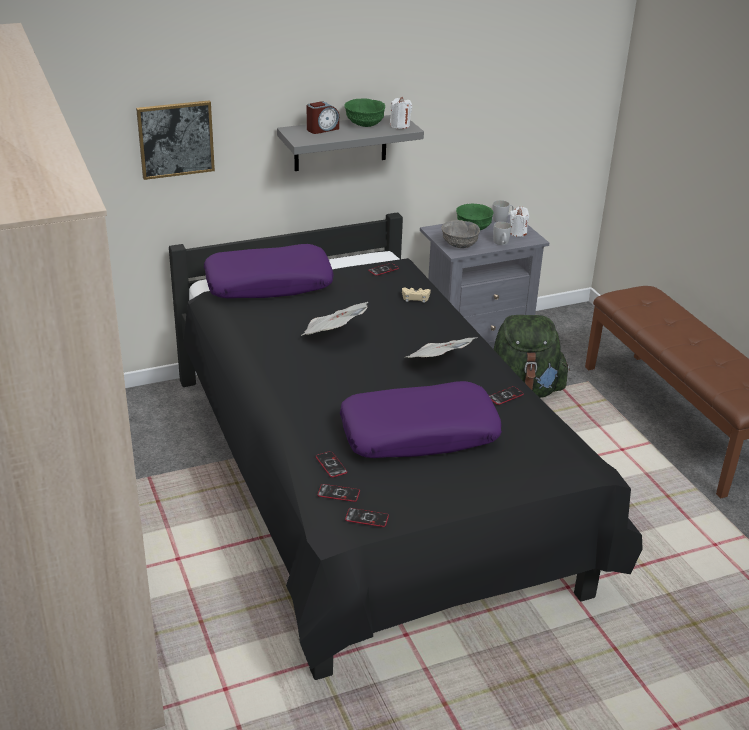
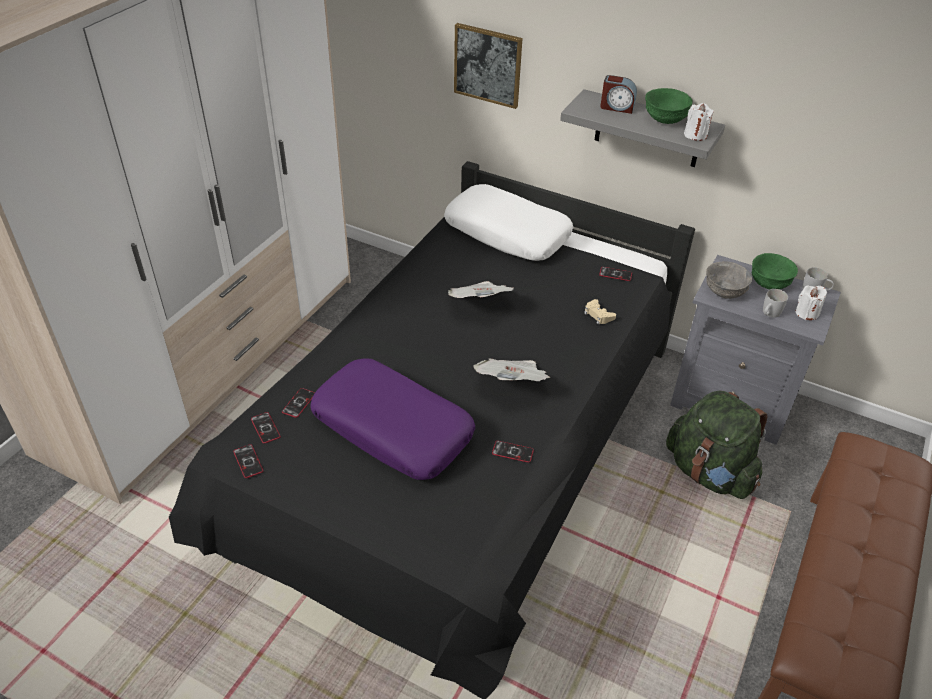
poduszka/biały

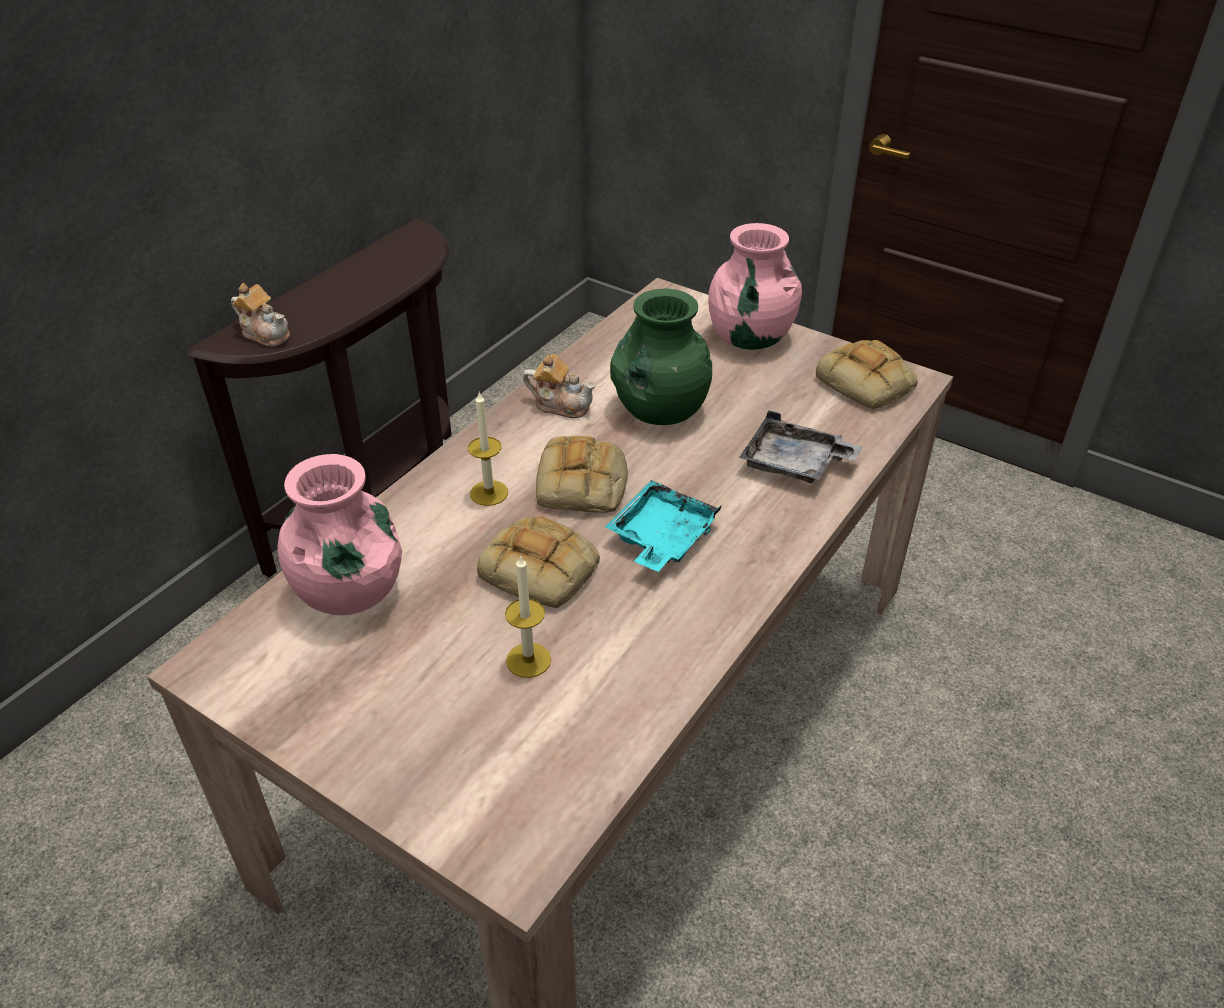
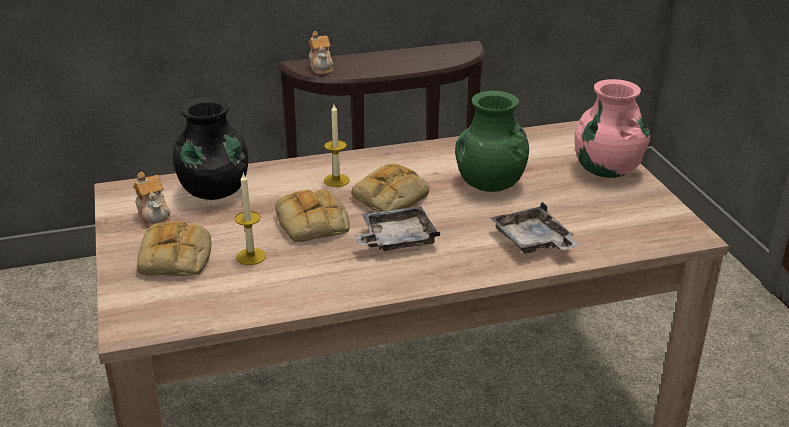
wazon/czarny
imbryk (no. 1 from left)
taca/szary (no. 1 from left)
chleb (no. 1 from left)

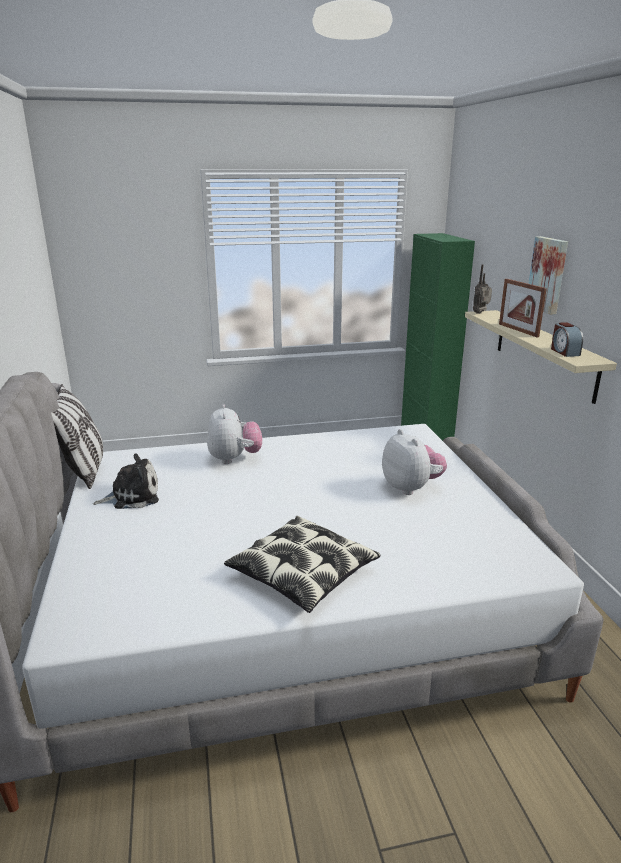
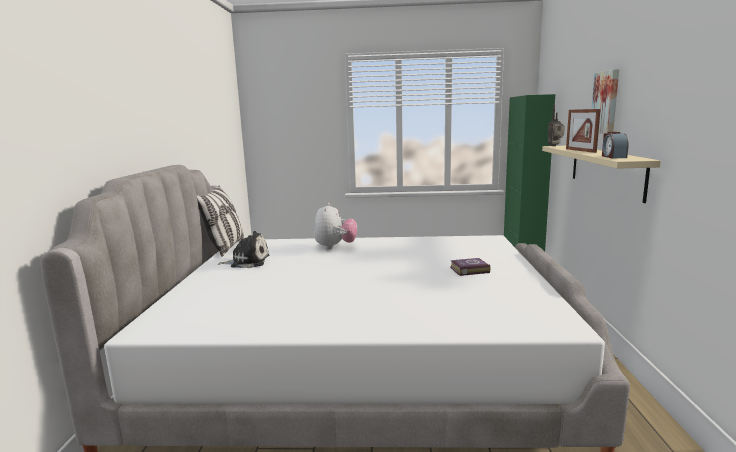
poduszka (no. 2 from left in the first image)
książka

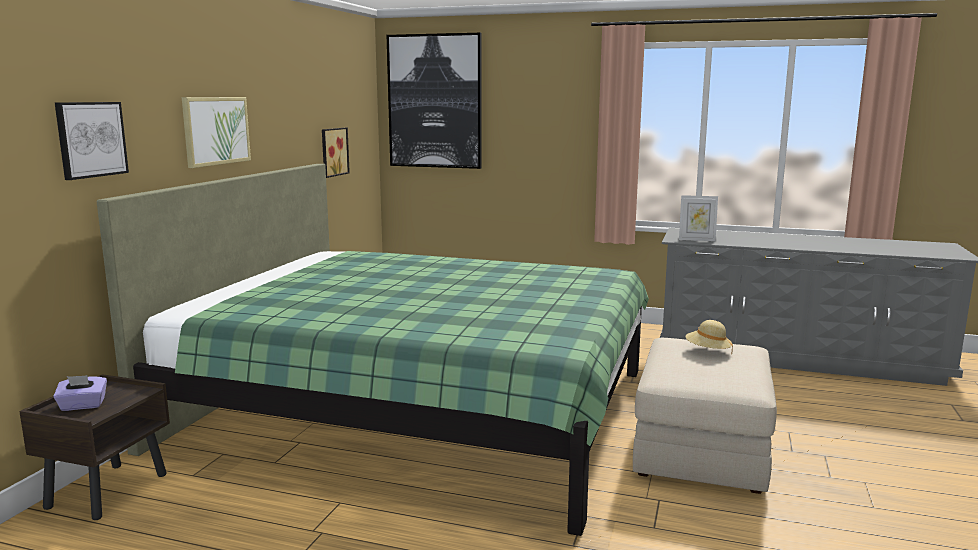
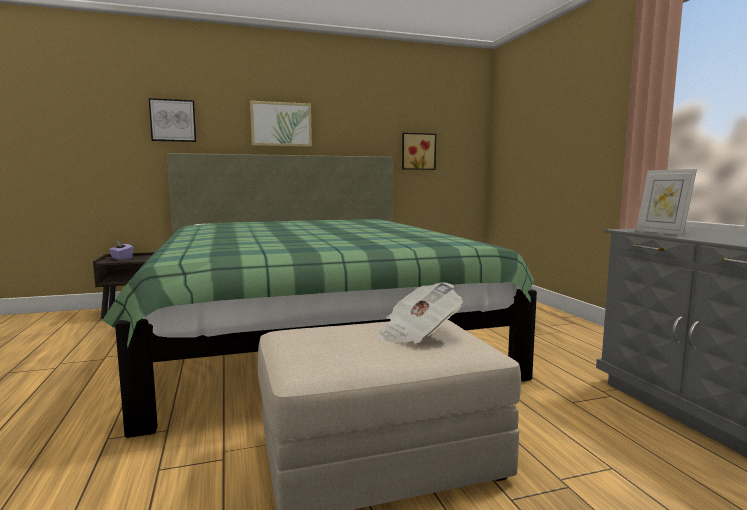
obraz (no. 4 from left in the first image)
gazeta

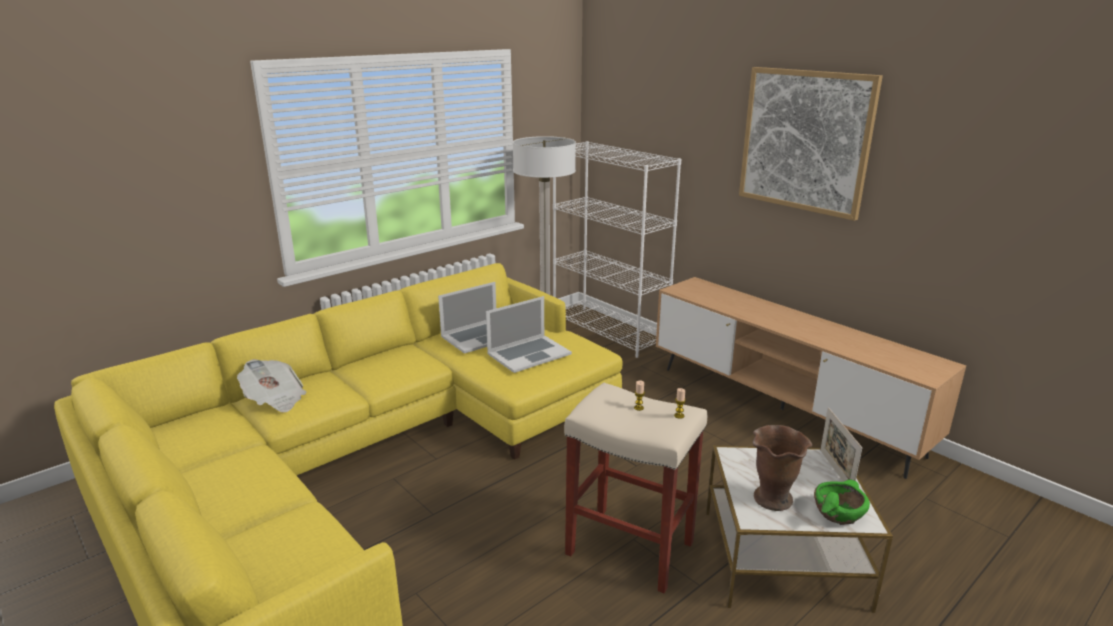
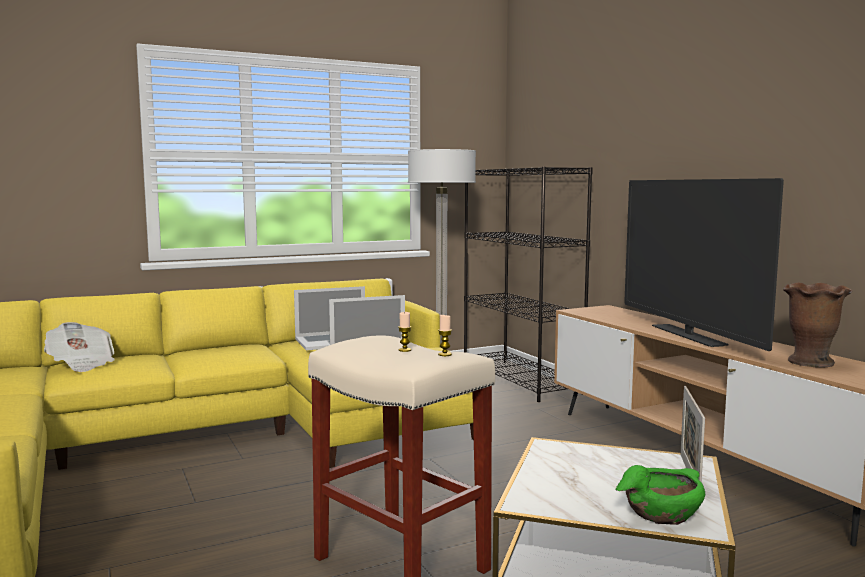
regał/czarny
obraz
wazon/brązowy
telewizor

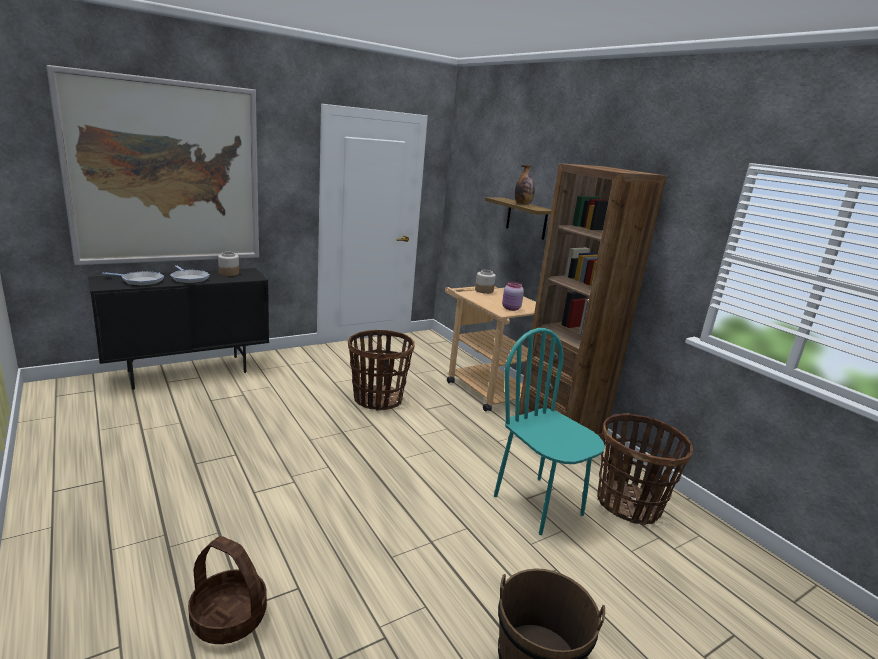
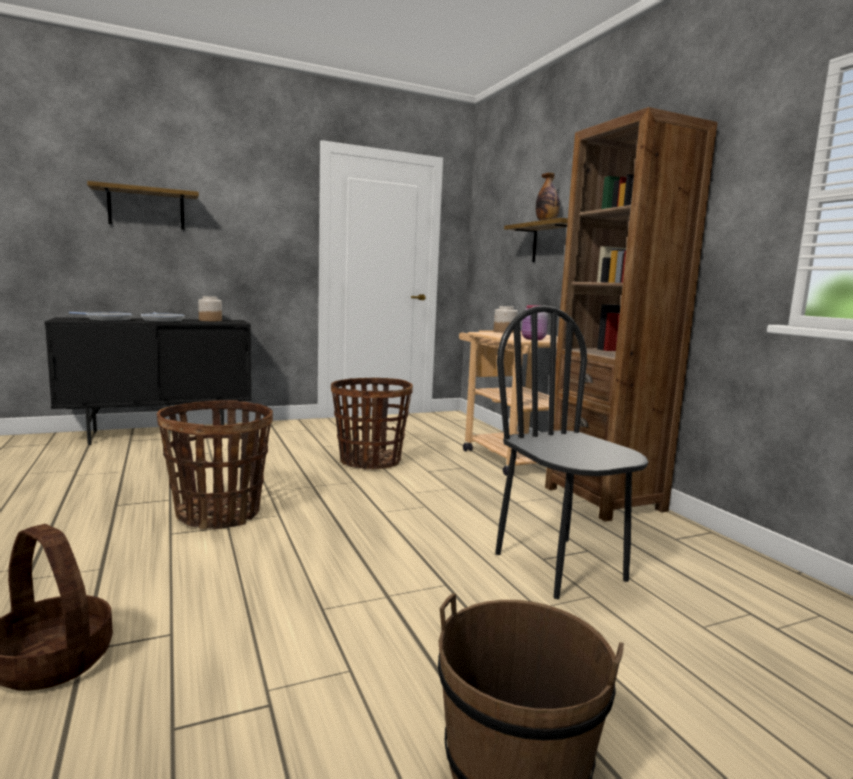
półka (no. 1 from left)
krzesło/czarny
koszyk (no. 2 from left)

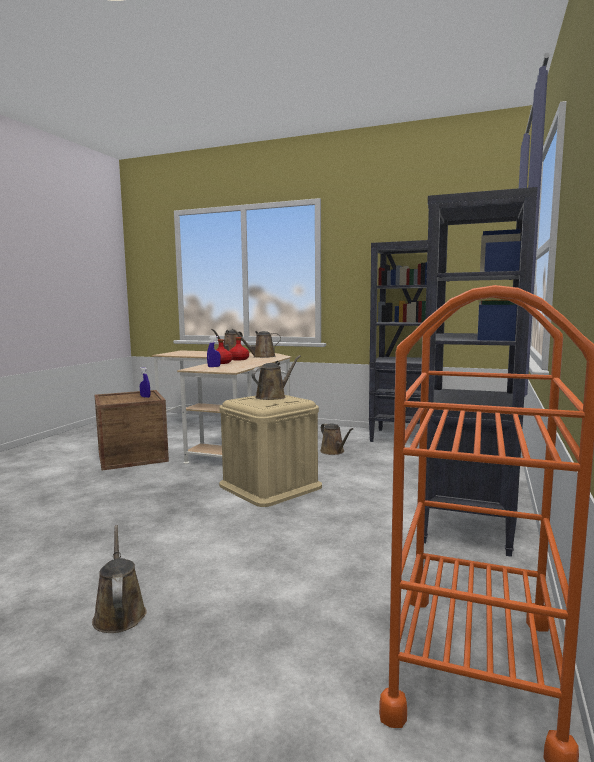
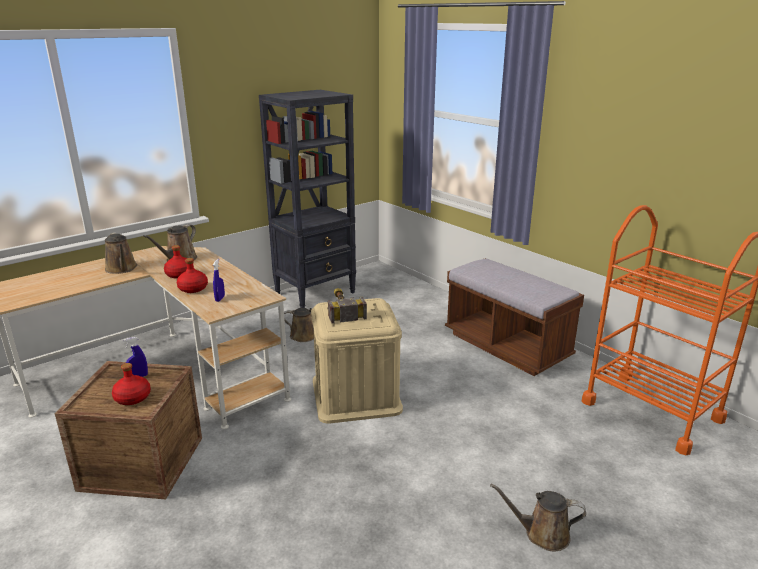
młotek
ławka/brązowy
butelka/czerwony (no. 1 from left)

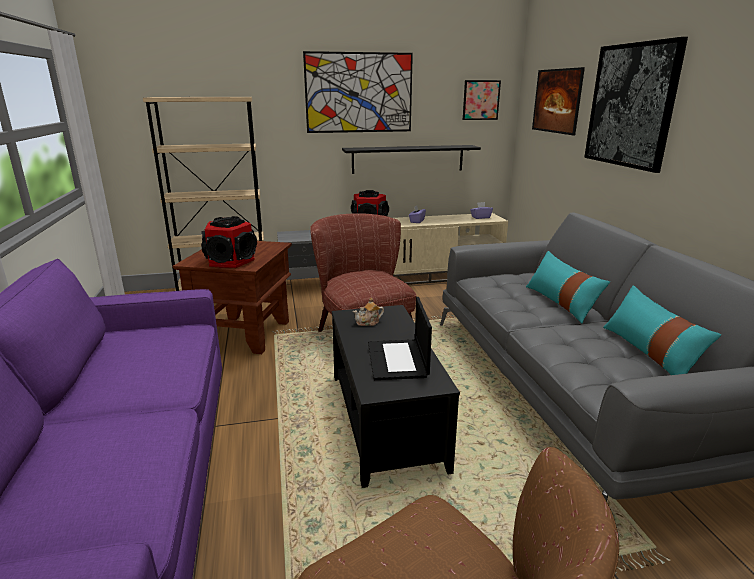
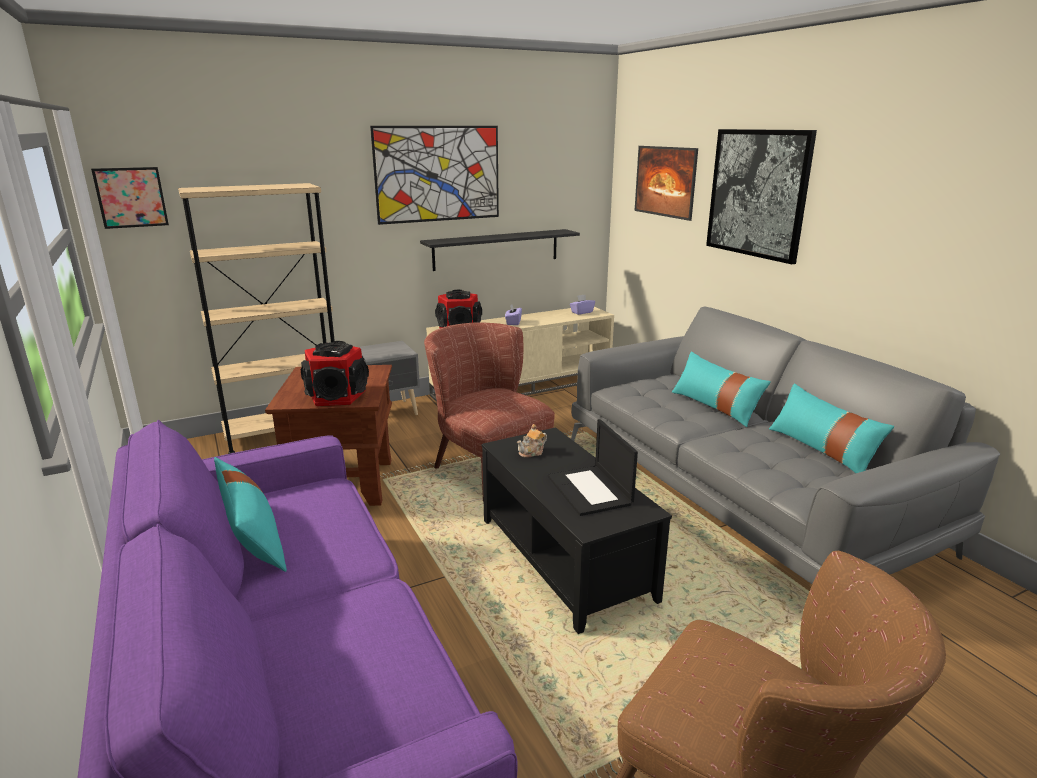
obraz (no. 1 from left)
poduszka/turkusowy (no. 1 from left)

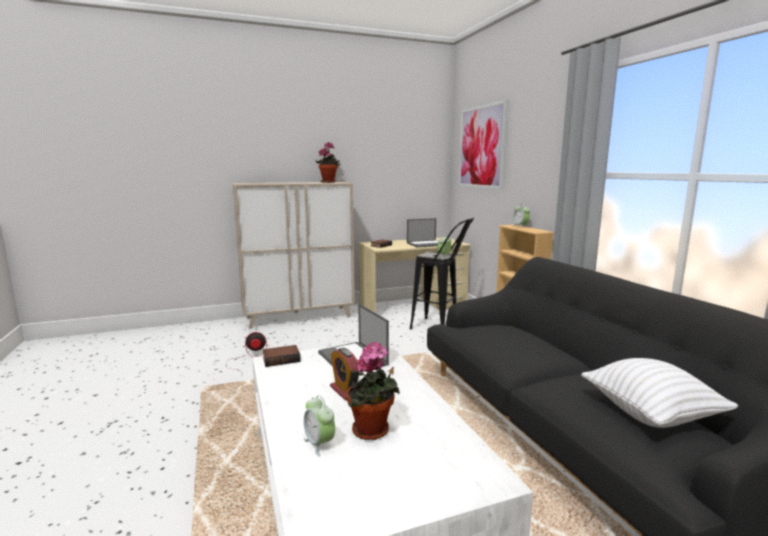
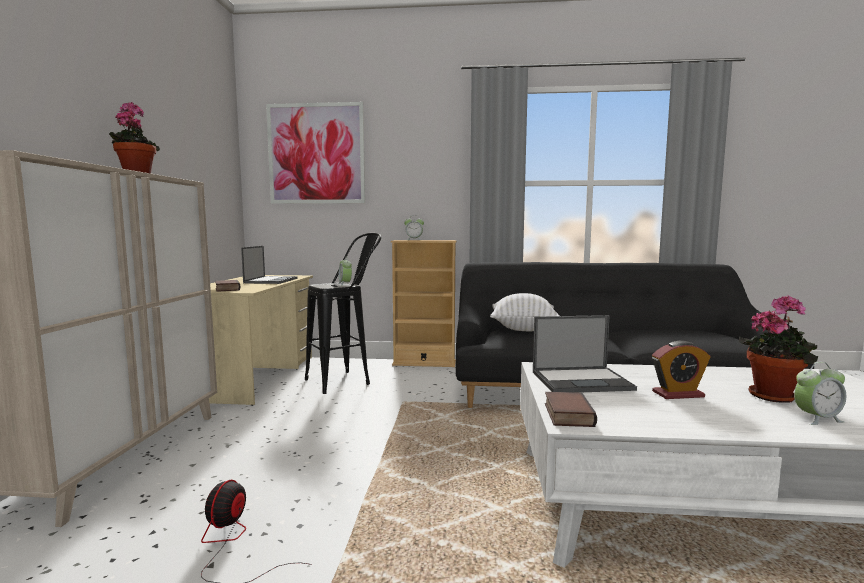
poduszka/biały

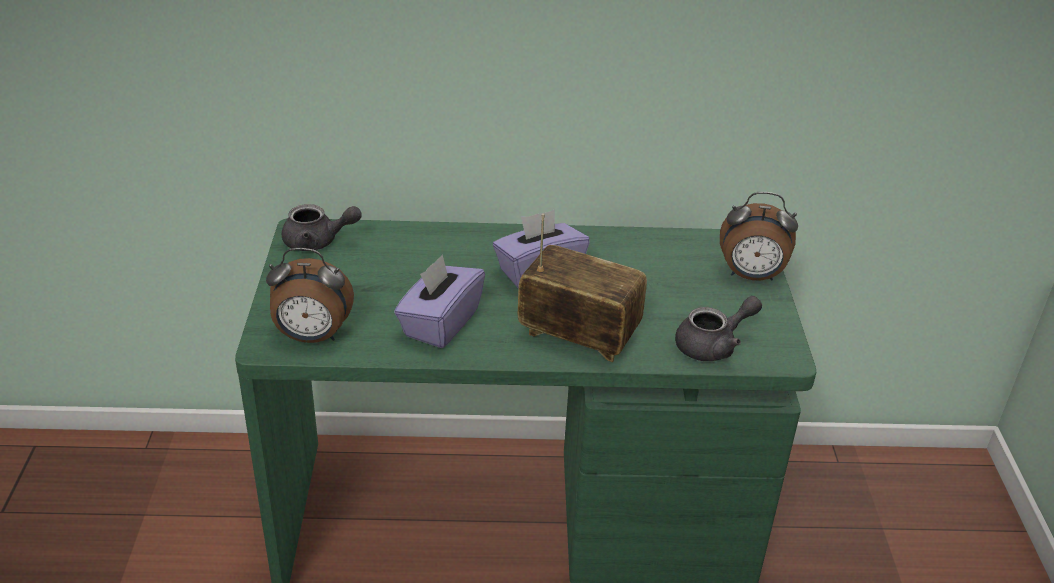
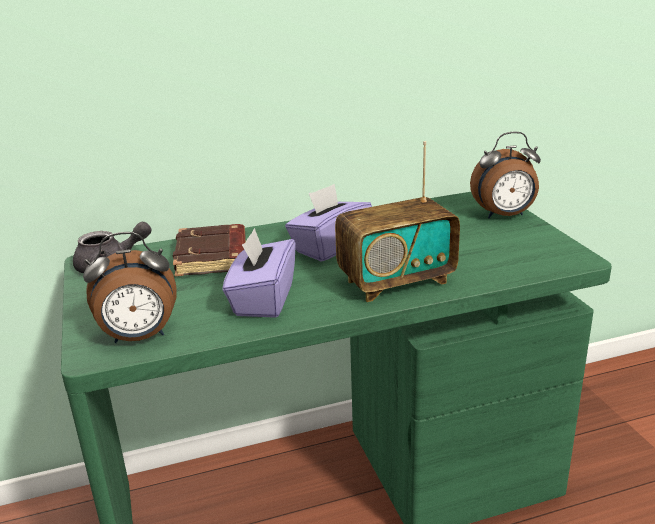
radio
imbryk/szary (no. 2 from left in the first image)
książka/brązowy

